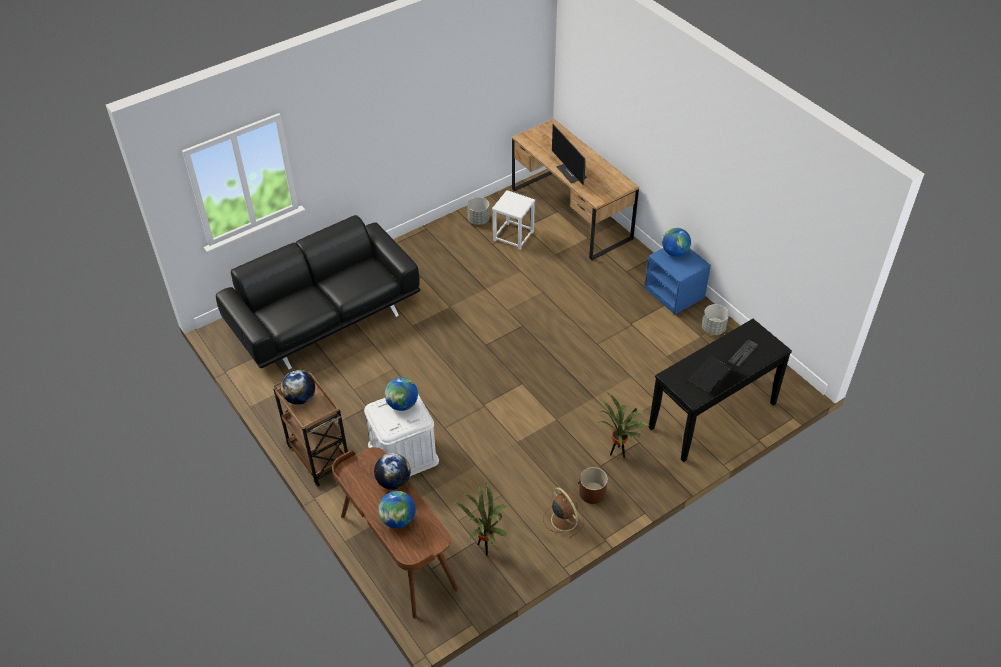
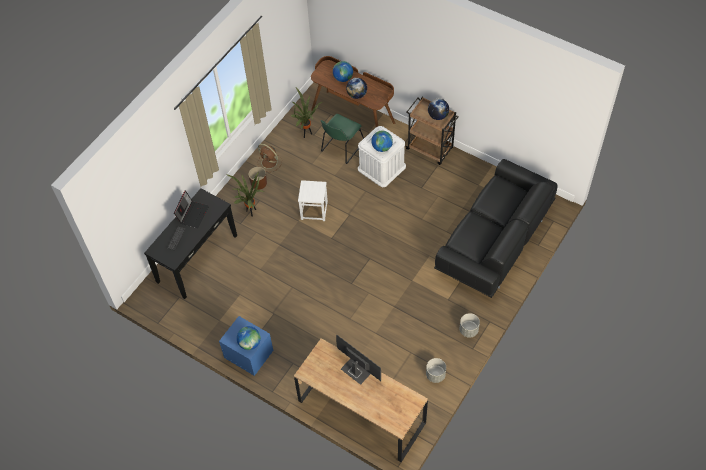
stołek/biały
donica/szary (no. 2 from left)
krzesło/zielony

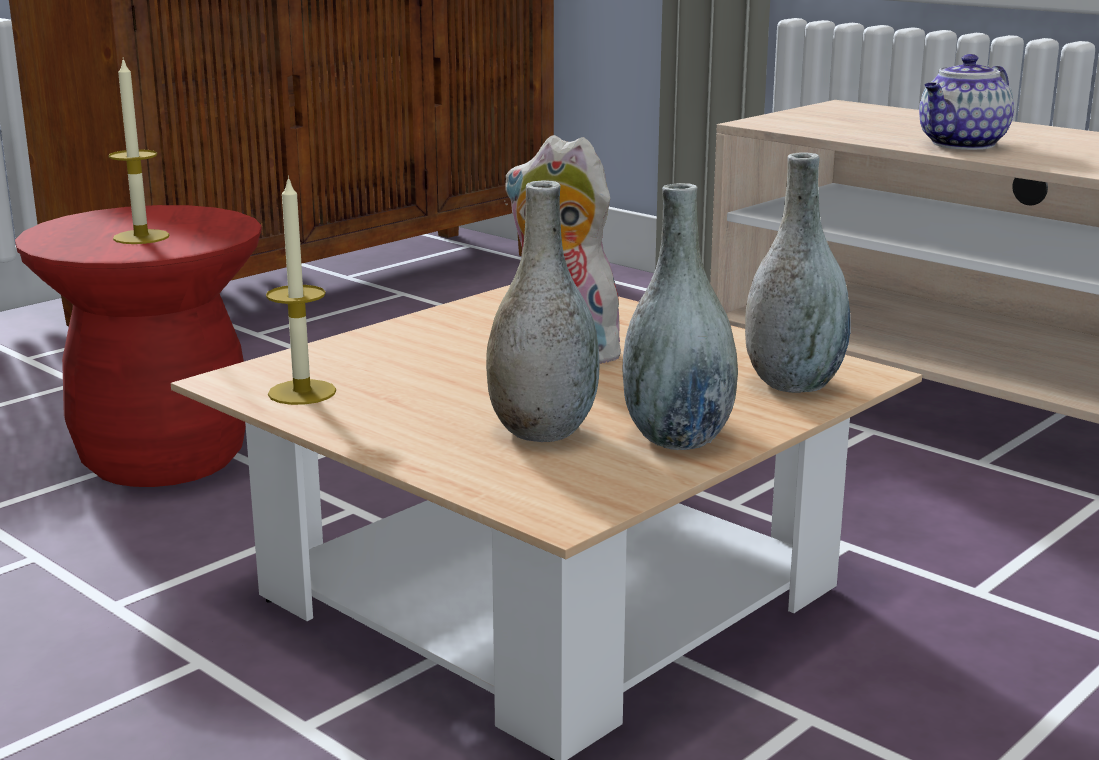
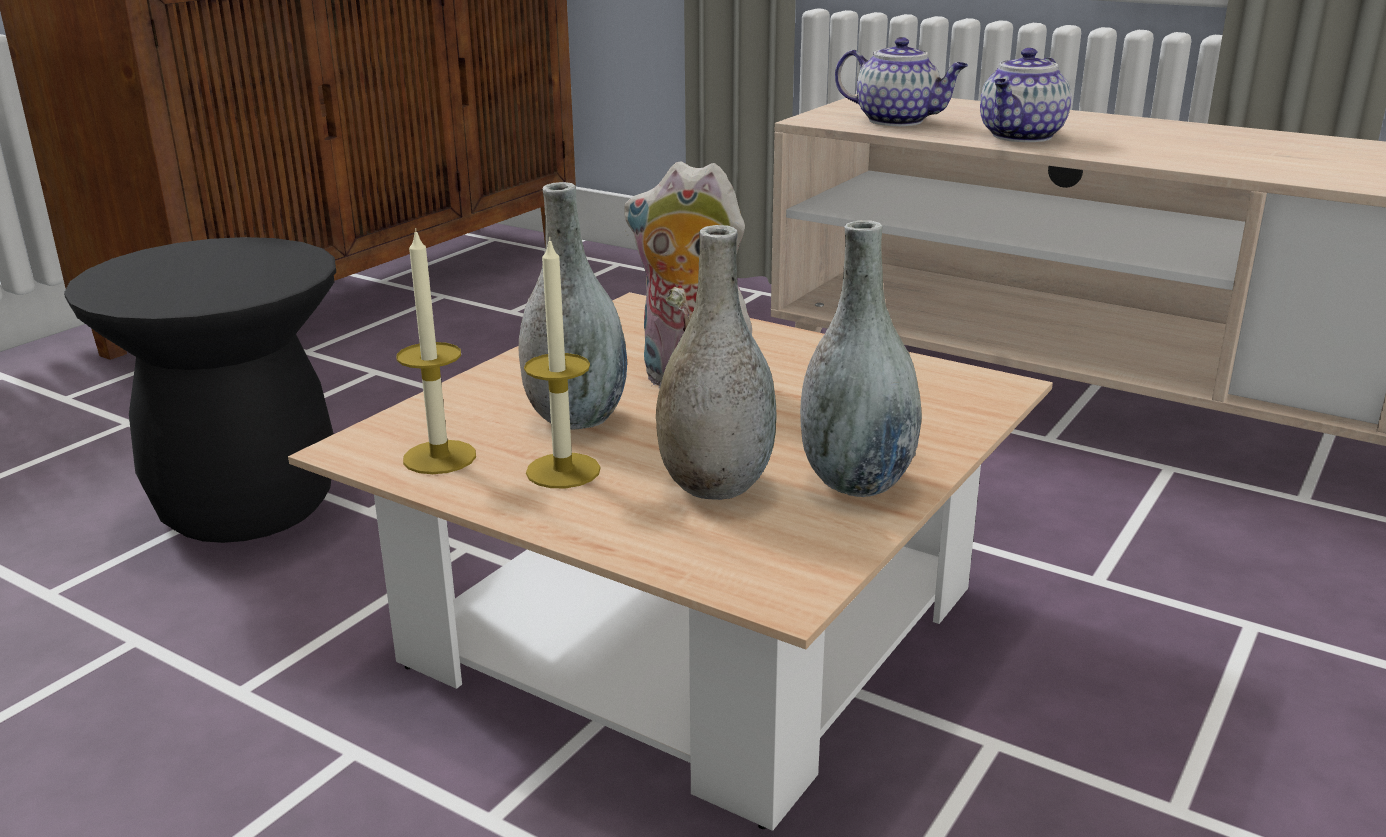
stołek/czarny
świeca (no. 2 from left)
wazon/szary (no. 1 from left)
imbryk (no. 1 from left)

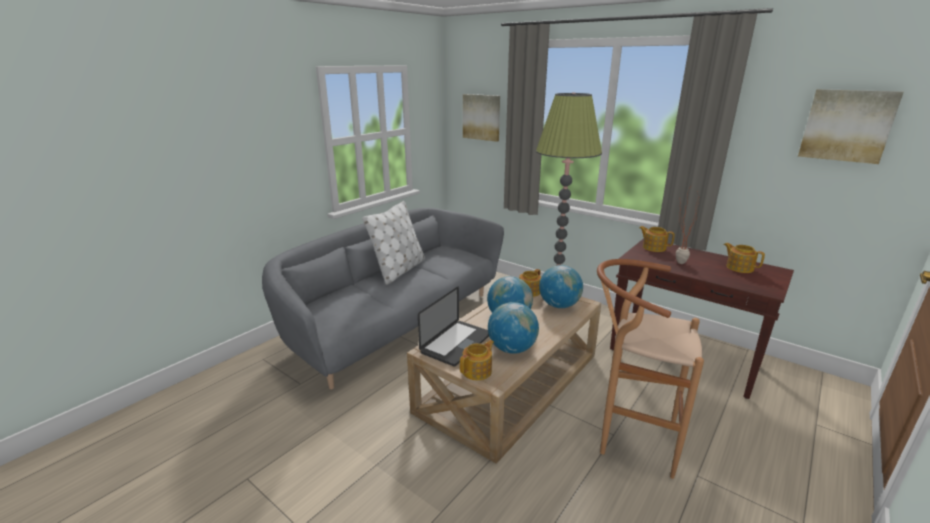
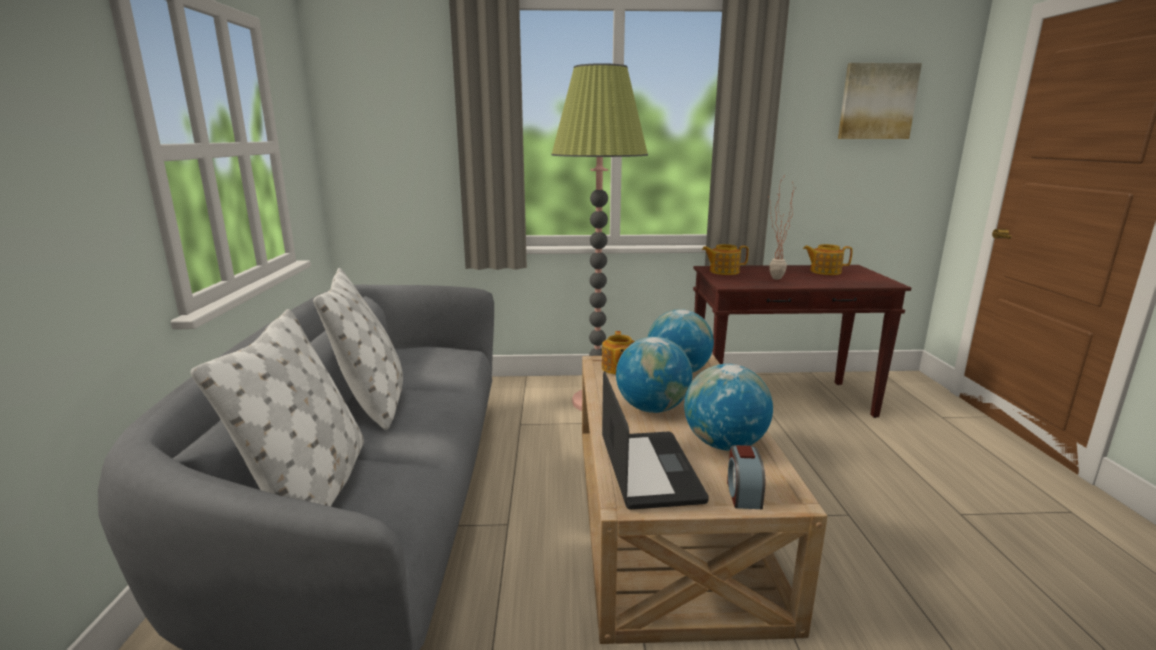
budzik
obraz (no. 1 from left in the first image)
stołek/brązowy
poduszka/biały (no. 1 from left)

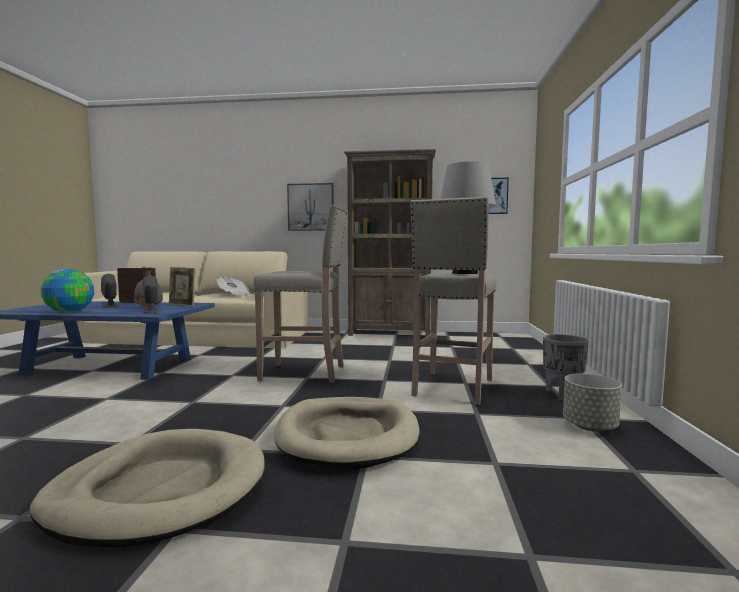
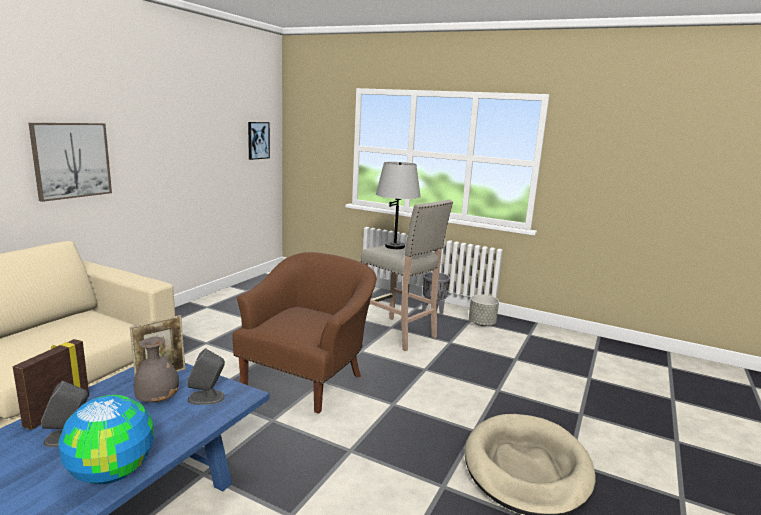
gazeta
fotel/brązowy
legowisko/beżowy (no. 2 from left in the first image)
regał/brązowy

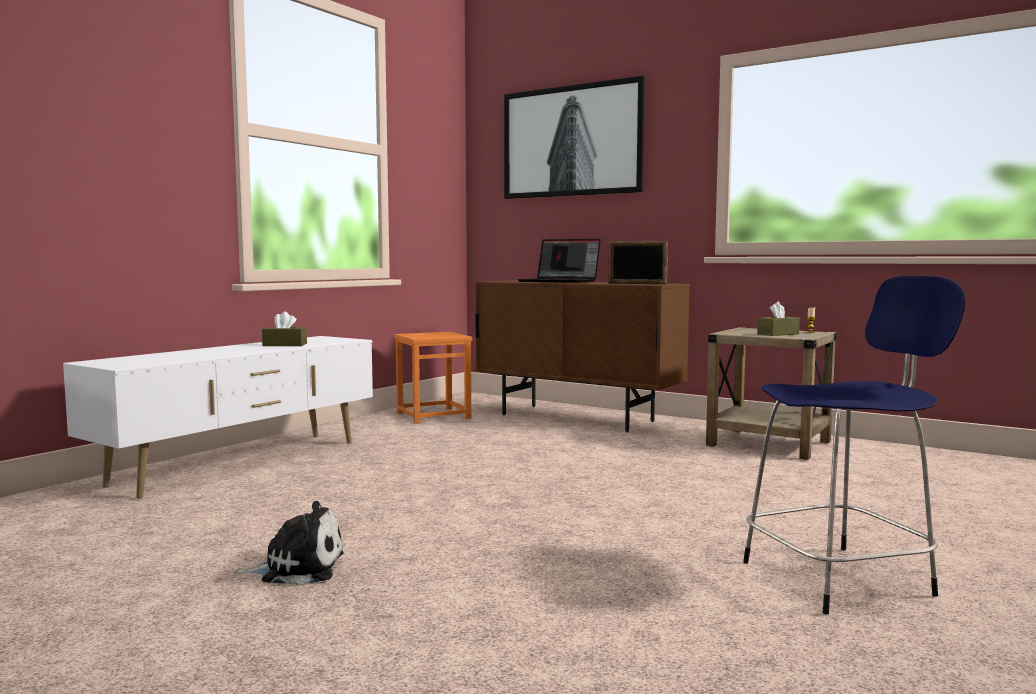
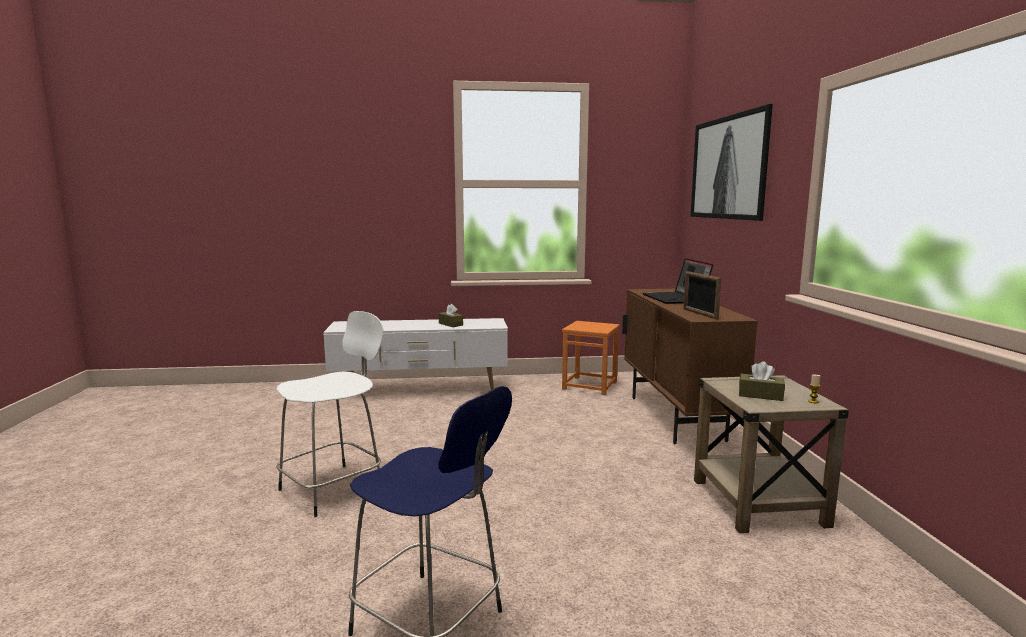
pluszak
stołek/biały

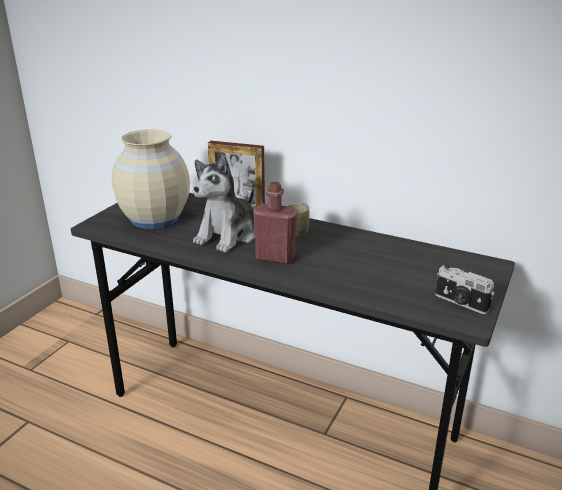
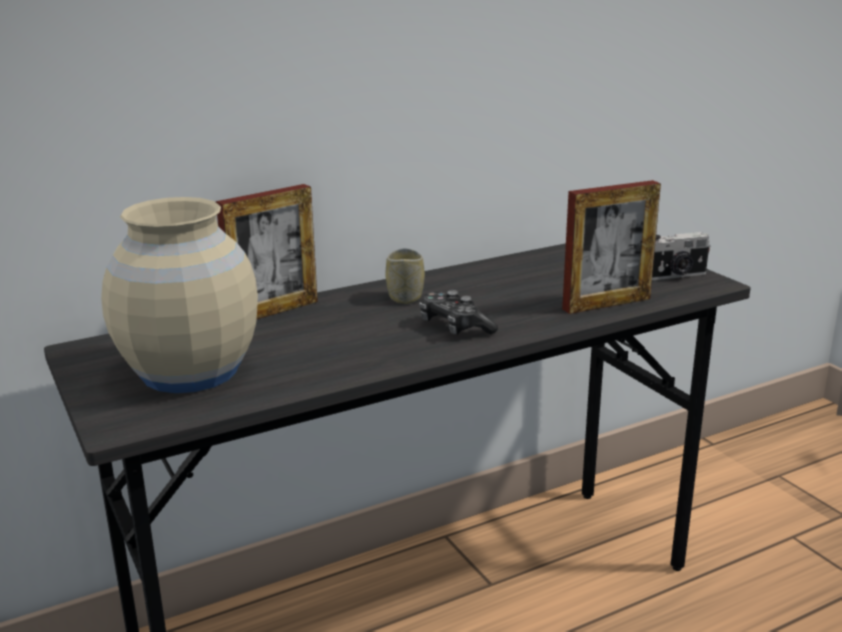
pluszak
pad do gier
ramka na zdjęcie (no. 2 from left)

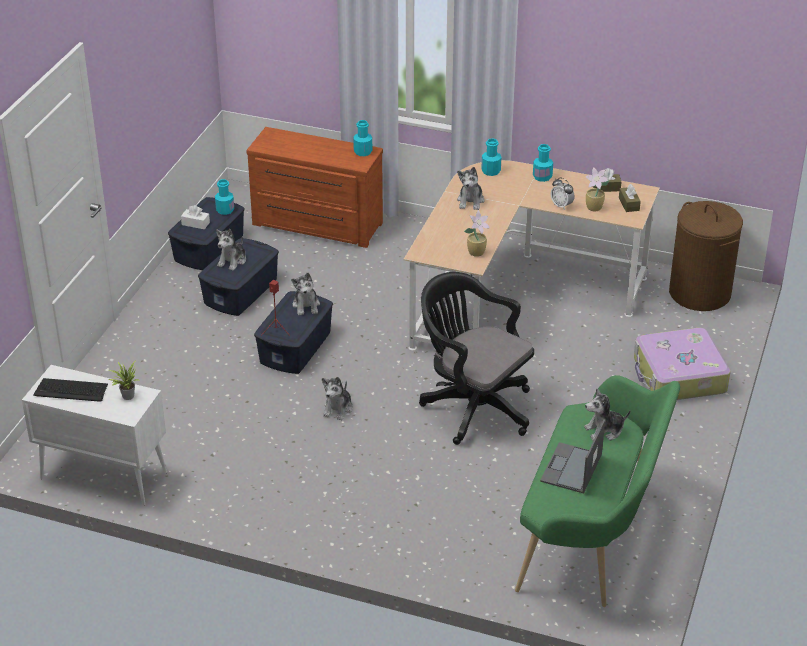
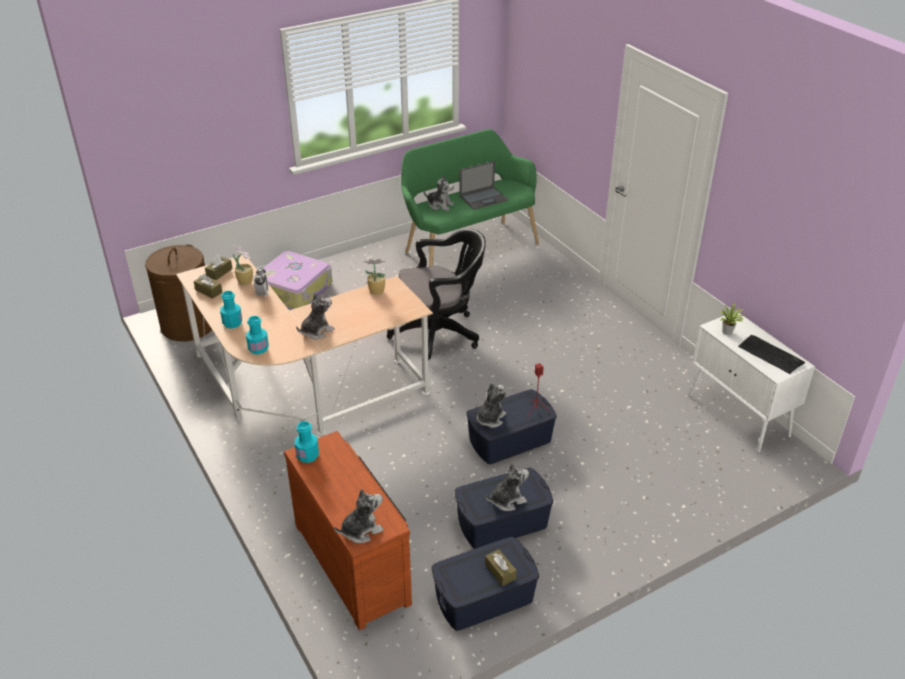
pudełko chusteczek/brązowy (no. 3 from left)
butelka/turkusowy (no. 1 from left in the first image)
pluszak (no. 2 from left)
krzesło biurowe/czarny

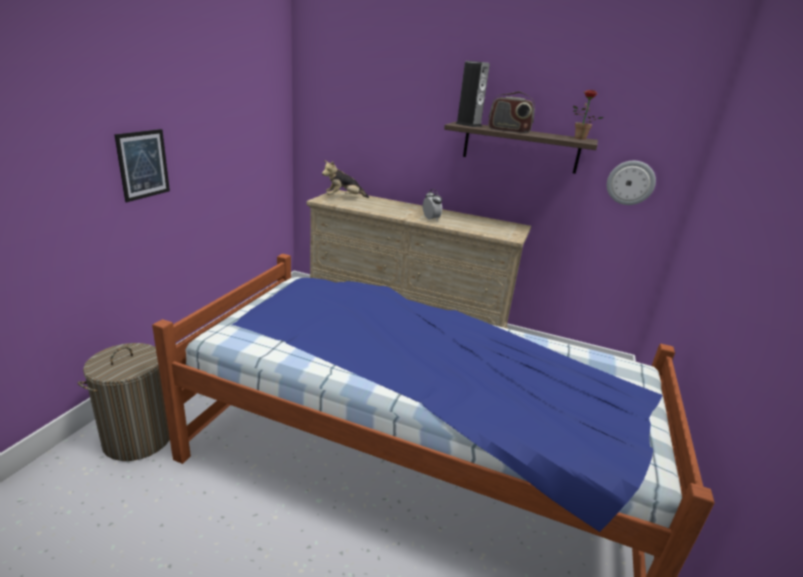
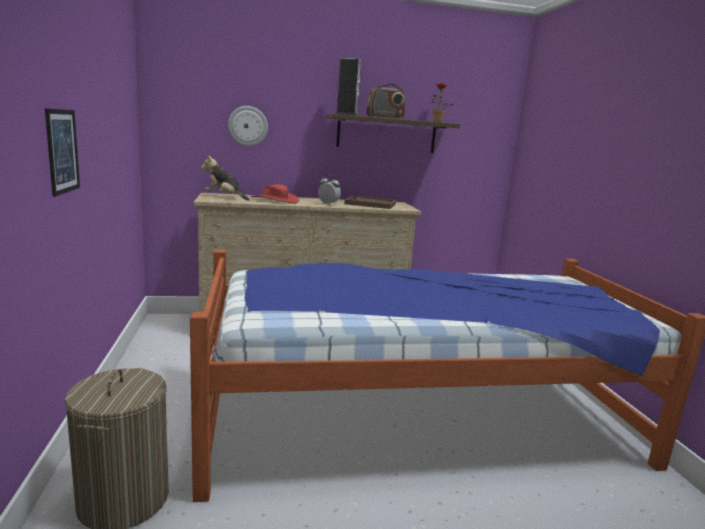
pluszak
zegar ścienny
kapelusz/czerwony
taca/brązowy

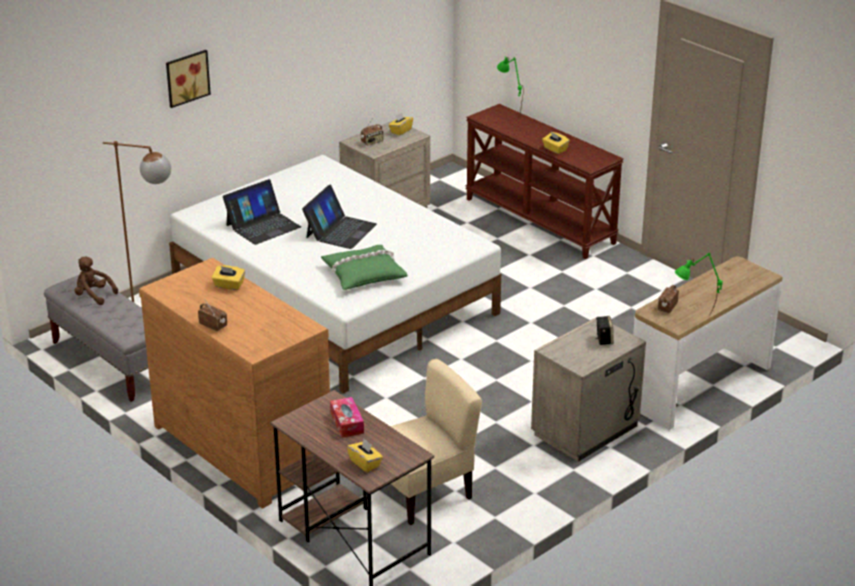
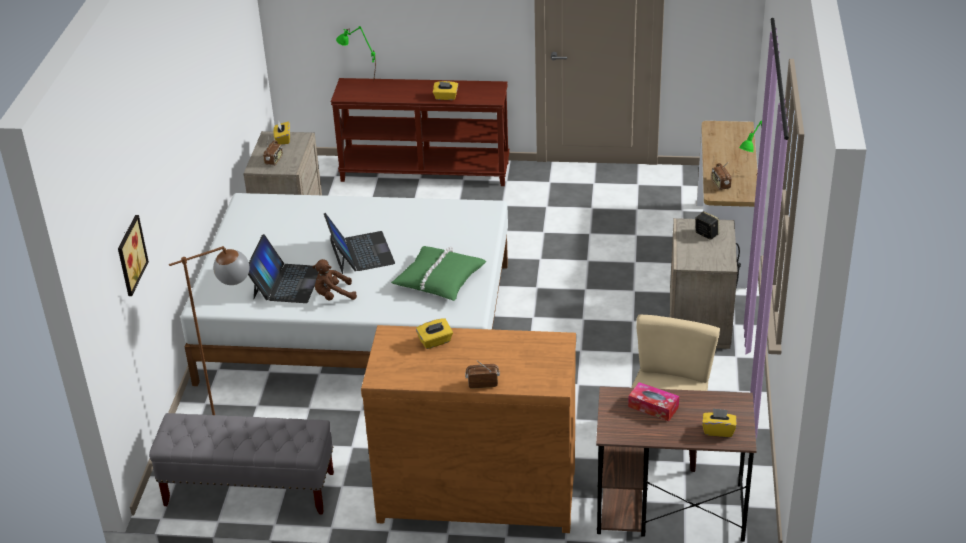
pluszak/brązowy
obraz

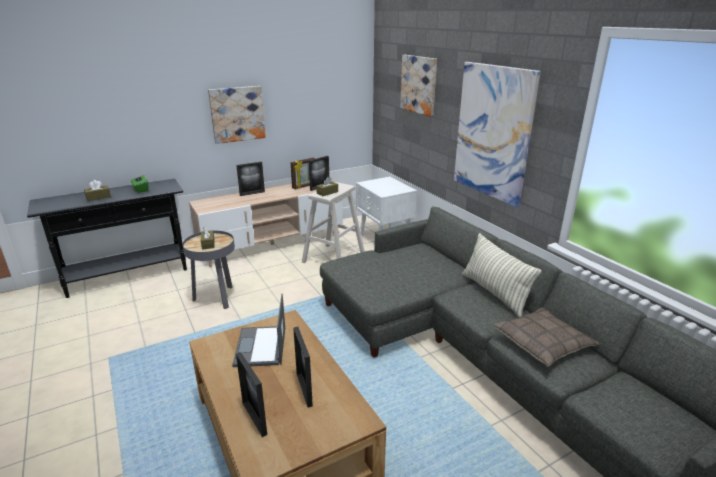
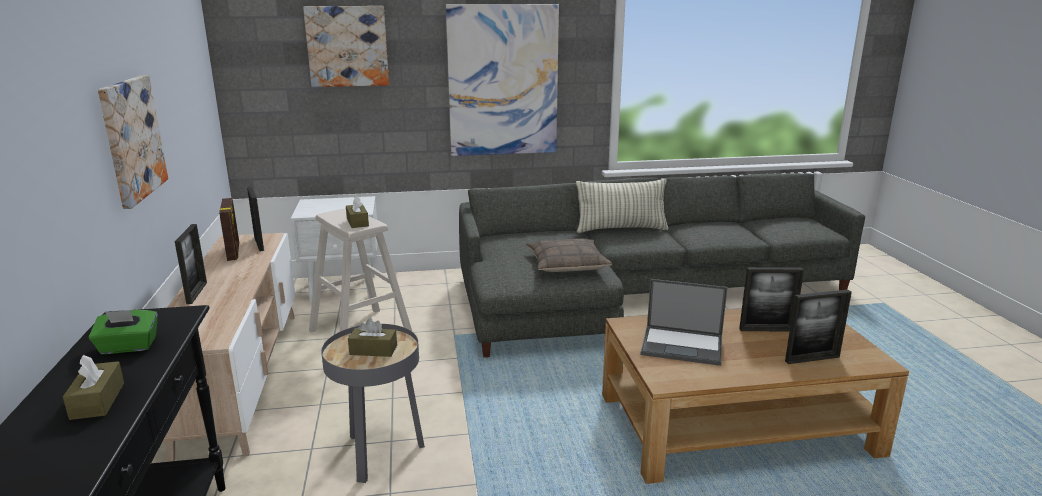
poduszka (no. 1 from left)

